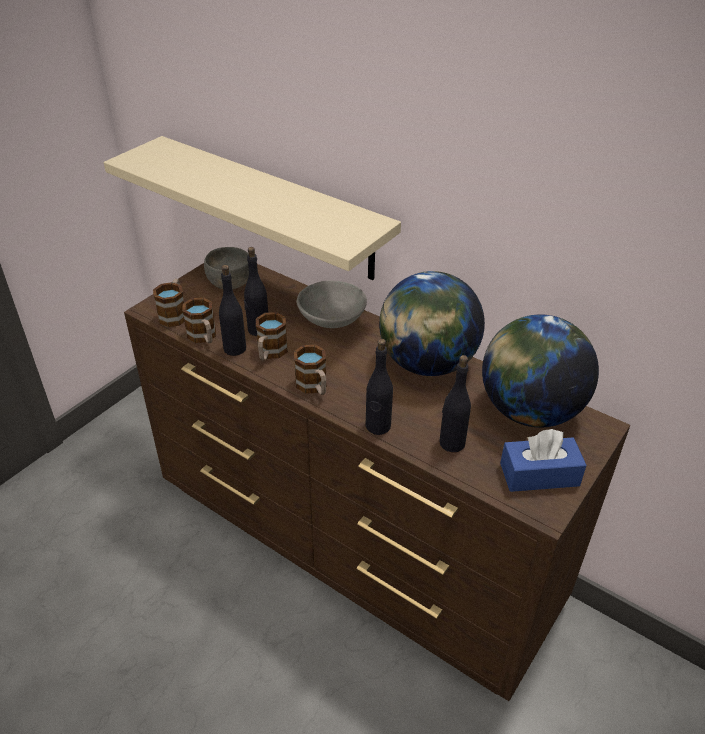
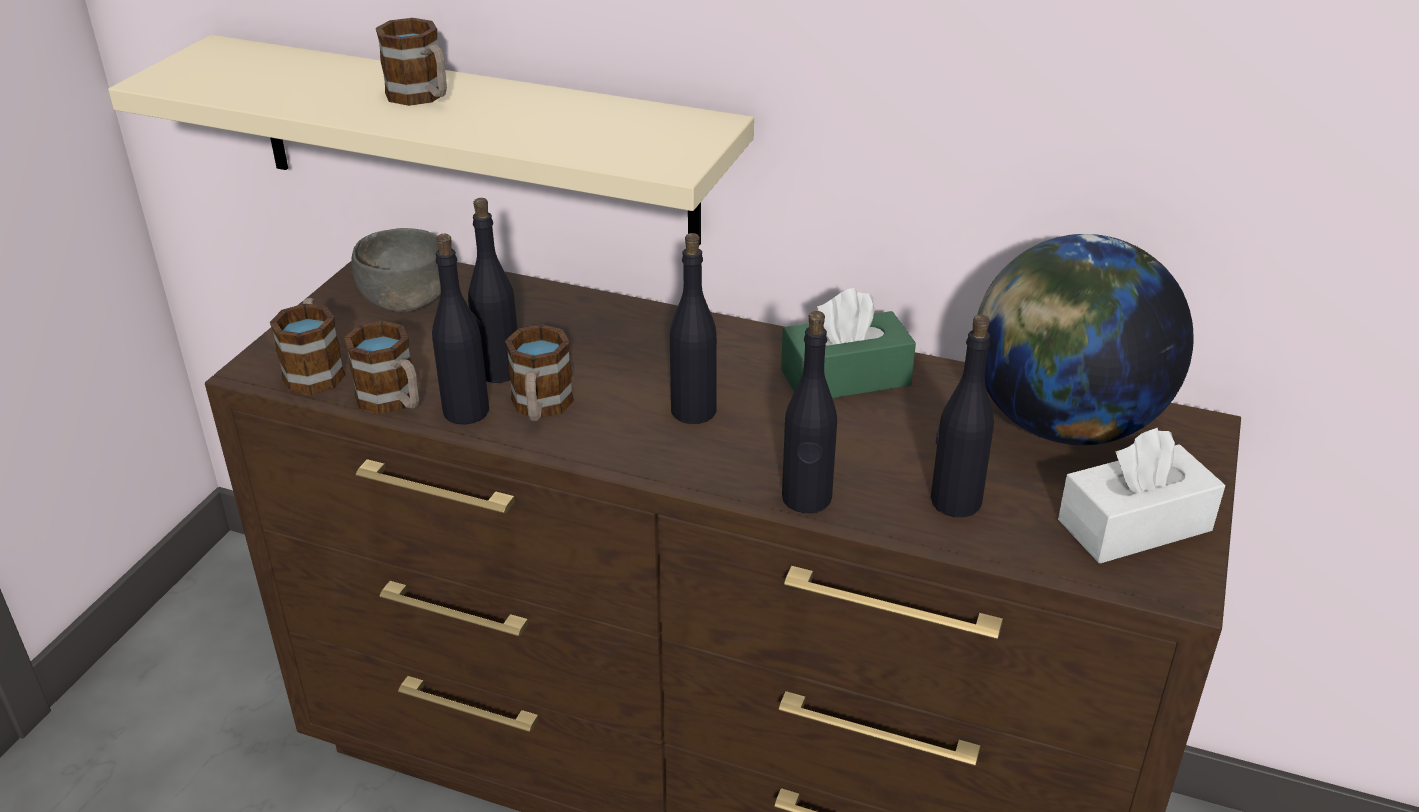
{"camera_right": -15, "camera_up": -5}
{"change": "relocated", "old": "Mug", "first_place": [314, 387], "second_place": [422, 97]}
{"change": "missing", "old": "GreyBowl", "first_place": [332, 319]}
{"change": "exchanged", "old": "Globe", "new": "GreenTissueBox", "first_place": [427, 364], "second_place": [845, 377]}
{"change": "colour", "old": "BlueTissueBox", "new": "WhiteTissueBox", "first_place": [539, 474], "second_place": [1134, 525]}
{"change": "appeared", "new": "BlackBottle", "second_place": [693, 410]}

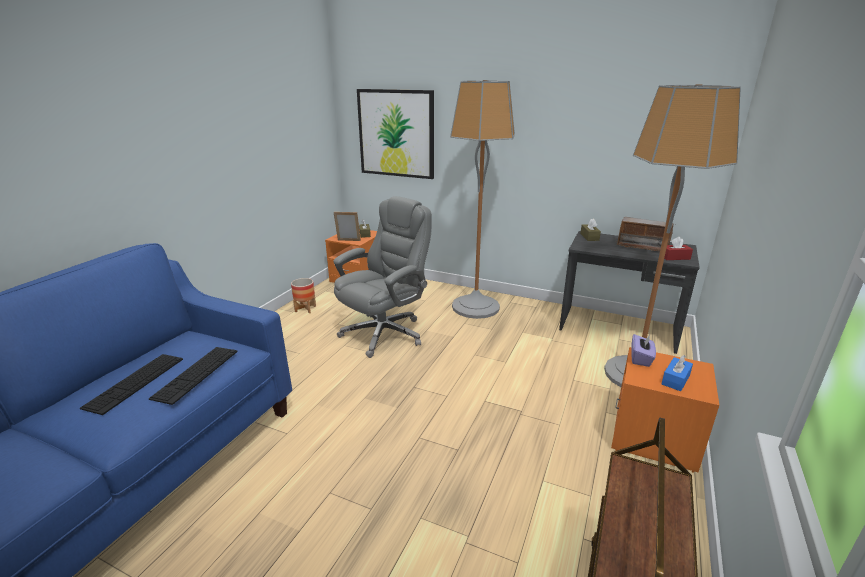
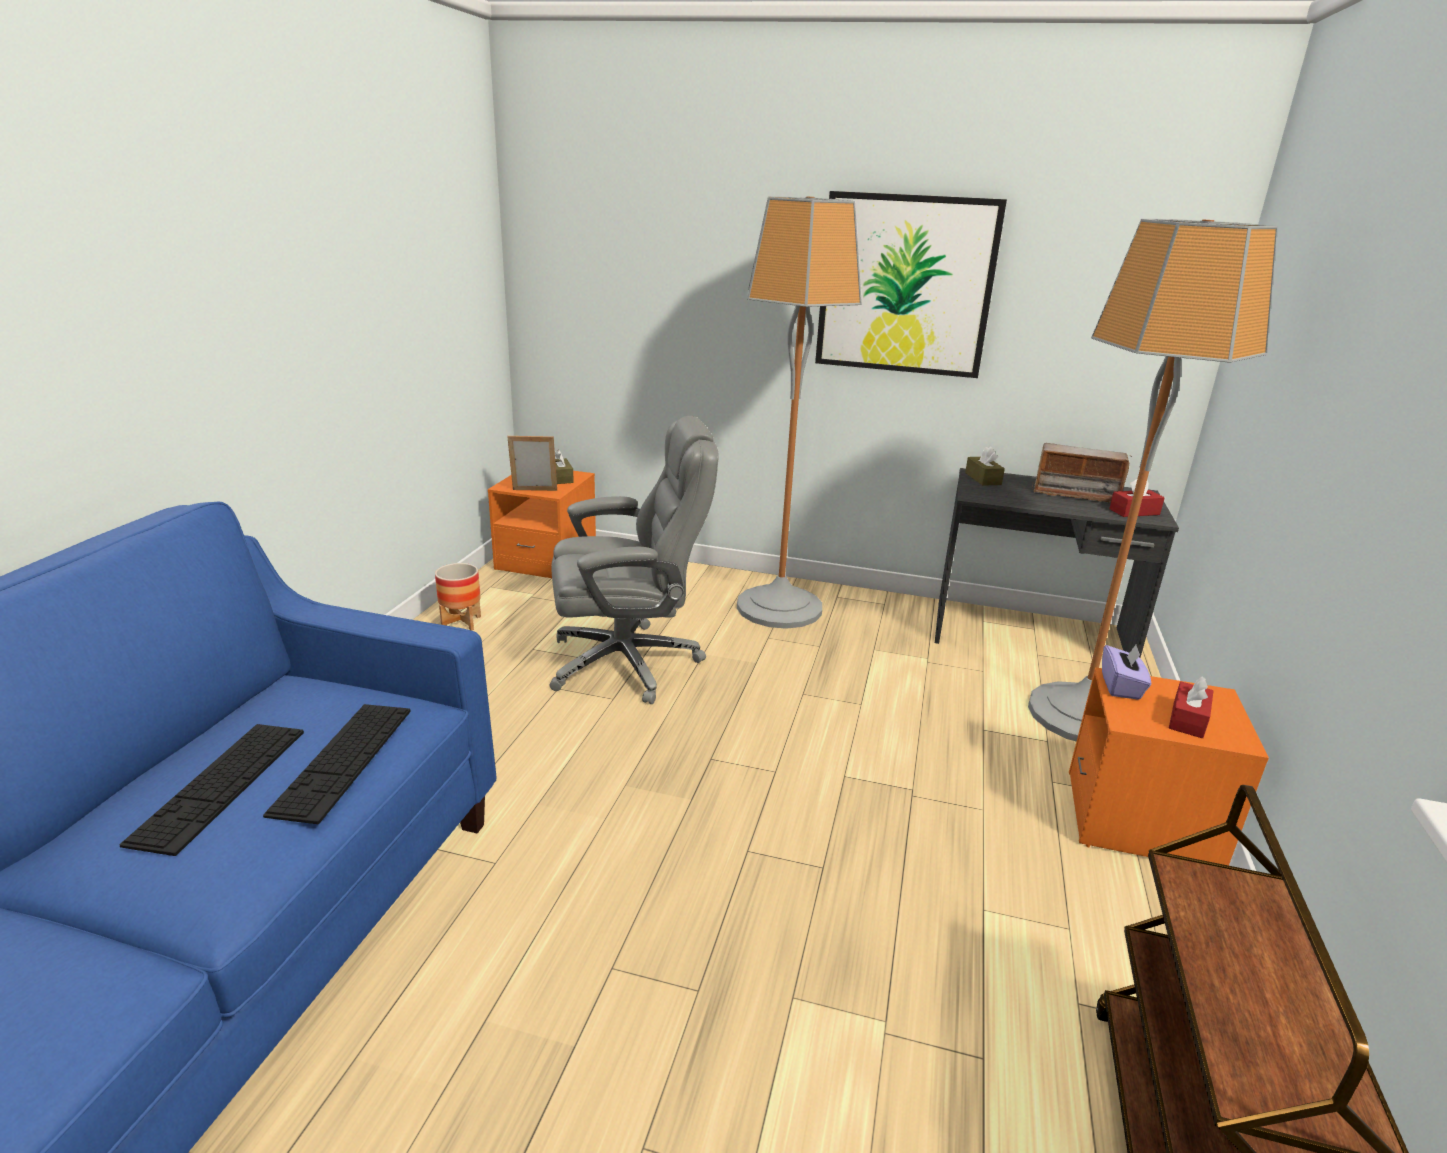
{"camera_right": -10, "camera_up": 0}
{"change": "spun", "old": "GreyOfficeChair", "first_place": [385, 333], "second_place": [628, 662], "degrees": 45}
{"change": "relocated", "old": "Picture", "first_place": [396, 133], "second_place": [905, 285]}
{"change": "colour", "old": "BlueTissueBox", "new": "RedTissueBox", "first_place": [675, 380], "second_place": [1187, 719]}

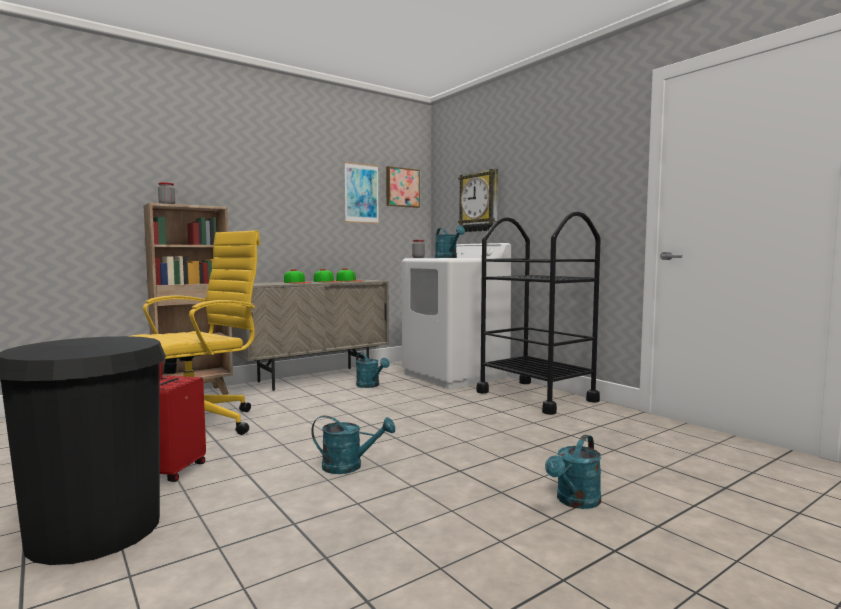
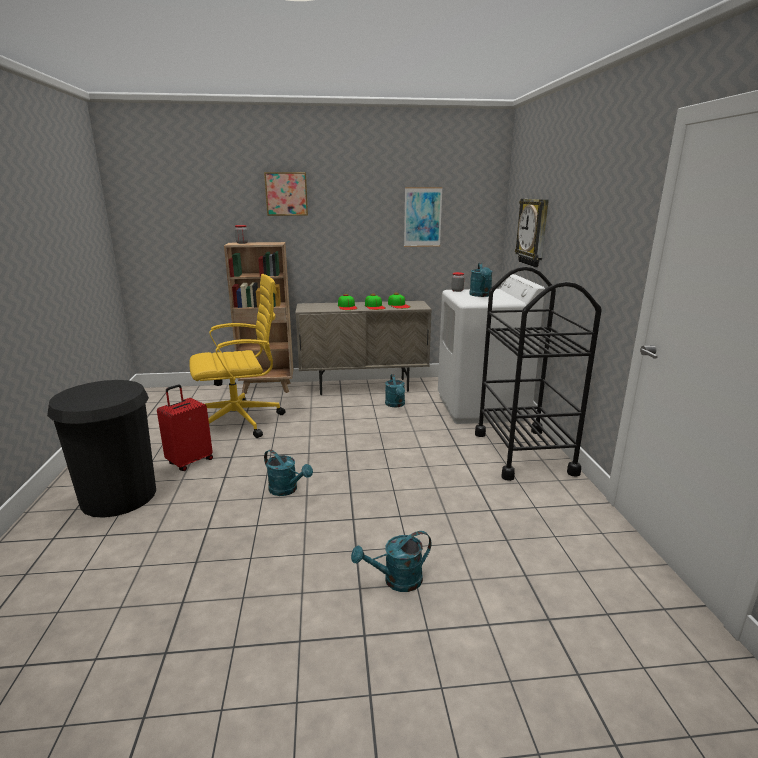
{"camera_right": 30, "camera_up": 15}
{"change": "relocated", "old": "Picture", "first_place": [402, 187], "second_place": [286, 194]}

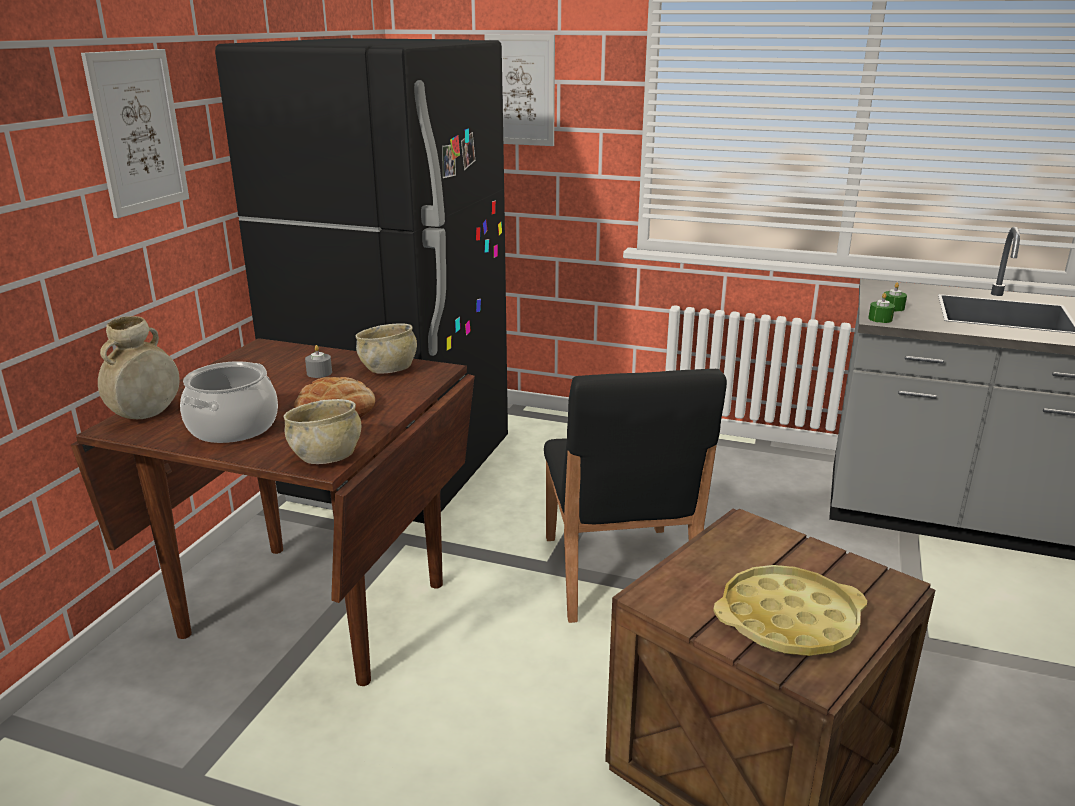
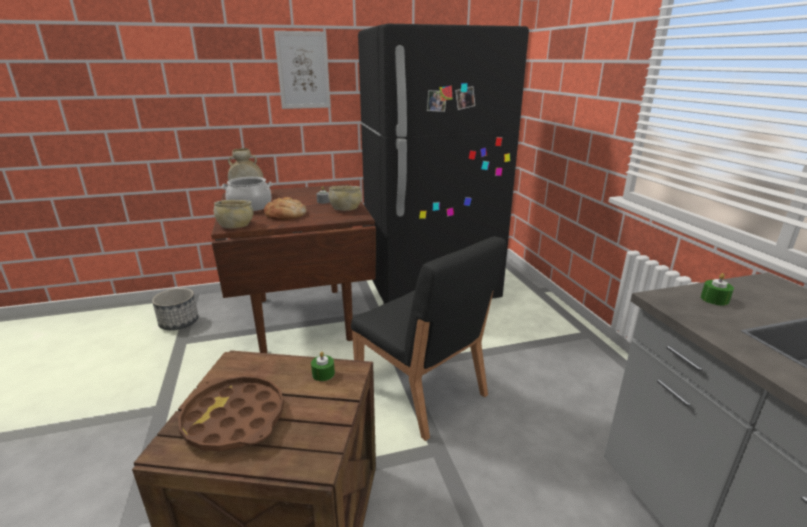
{"camera_right": 55, "camera_up": 0}
{"change": "missing", "old": "Picture", "first_place": [520, 90]}
{"change": "spun", "old": "BlackChair", "first_place": [618, 573], "second_place": [421, 392], "degrees": -90}
{"change": "colour", "old": "YellowTray", "new": "BrownTray", "first_place": [788, 620], "second_place": [234, 419]}
{"change": "relocated", "old": "GreenCandle", "first_place": [880, 319], "second_place": [323, 374]}
{"change": "appeared", "new": "Planter", "second_place": [179, 322]}

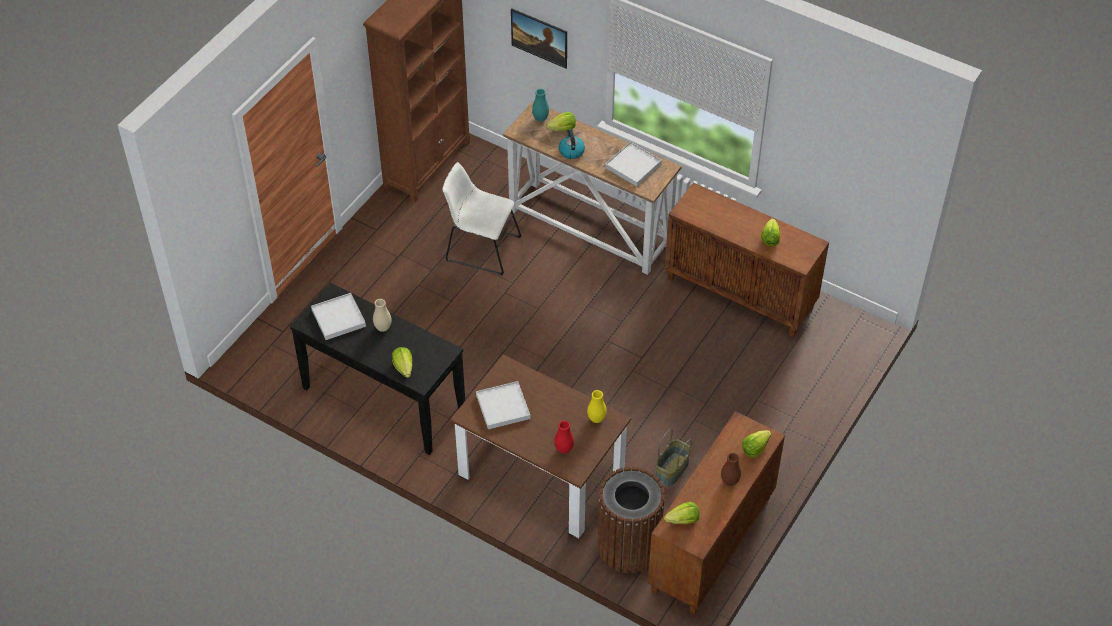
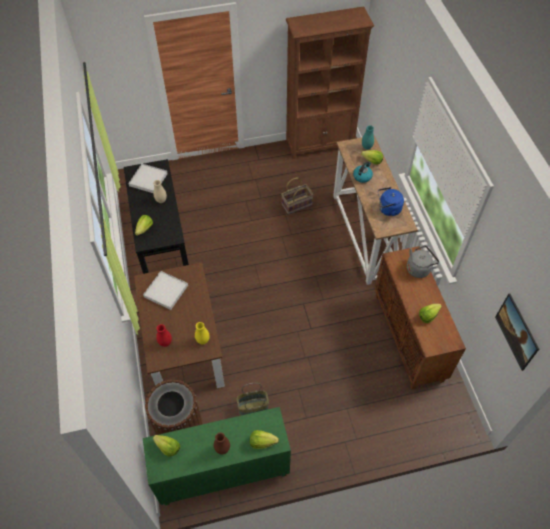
{"camera_right": 45, "camera_up": 5}
{"change": "exchanged", "old": "WhiteChair", "new": "Basket", "first_place": [480, 247], "second_place": [297, 204]}
{"change": "relocated", "old": "Picture", "first_place": [539, 47], "second_place": [513, 337]}
{"change": "exchanged", "old": "WhiteTray", "new": "BlueKettle", "first_place": [633, 166], "second_place": [388, 209]}
{"change": "colour", "old": "BrownCabinet", "new": "GreenCabinet", "first_place": [712, 545], "second_place": [222, 473]}
{"change": "appeared", "new": "GreyKettle", "second_place": [419, 268]}

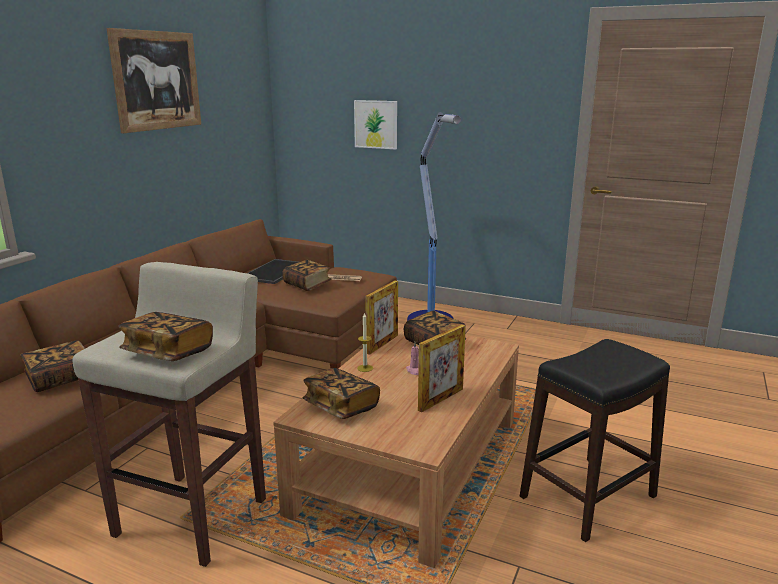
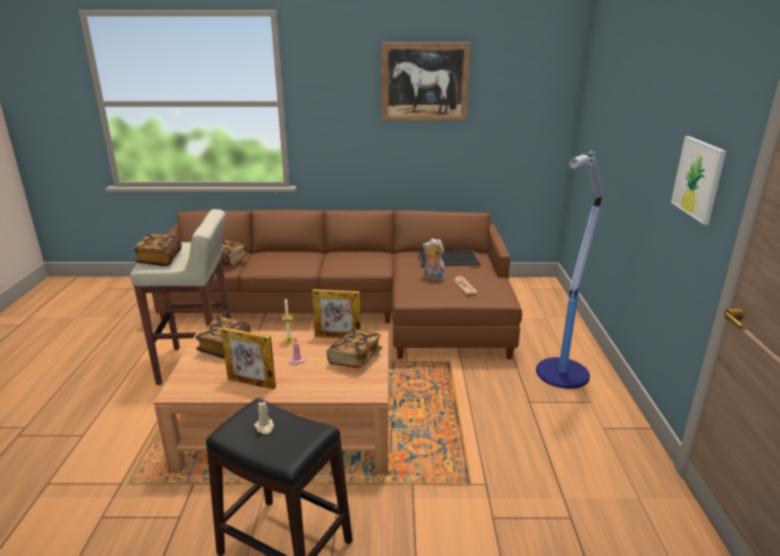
{"camera_right": 65, "camera_up": 5}
{"change": "exchanged", "old": "Book", "new": "PlushToy", "first_place": [307, 285], "second_place": [433, 277]}
{"change": "relocated", "old": "Picture", "first_place": [376, 124], "second_place": [698, 179]}
{"change": "appeared", "new": "BeigeCandle", "second_place": [264, 427]}

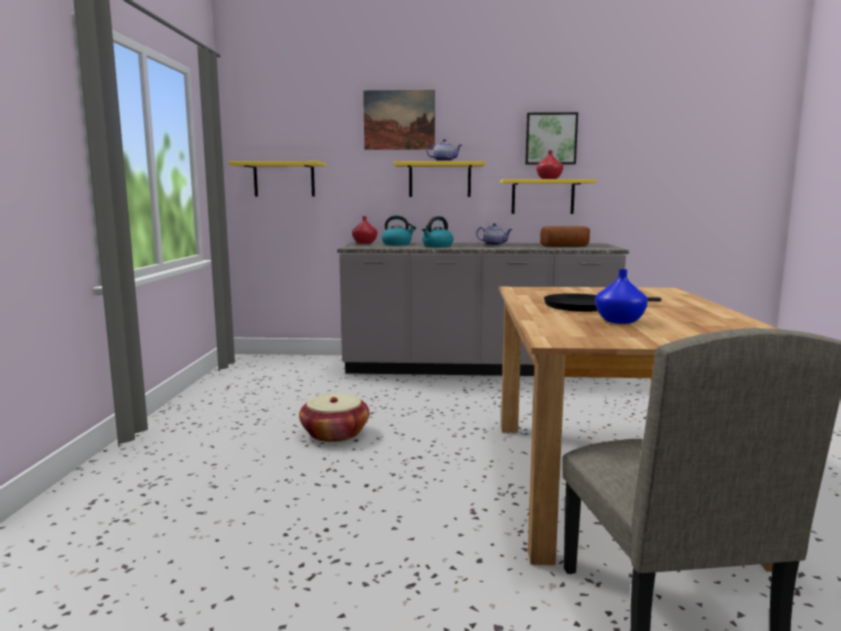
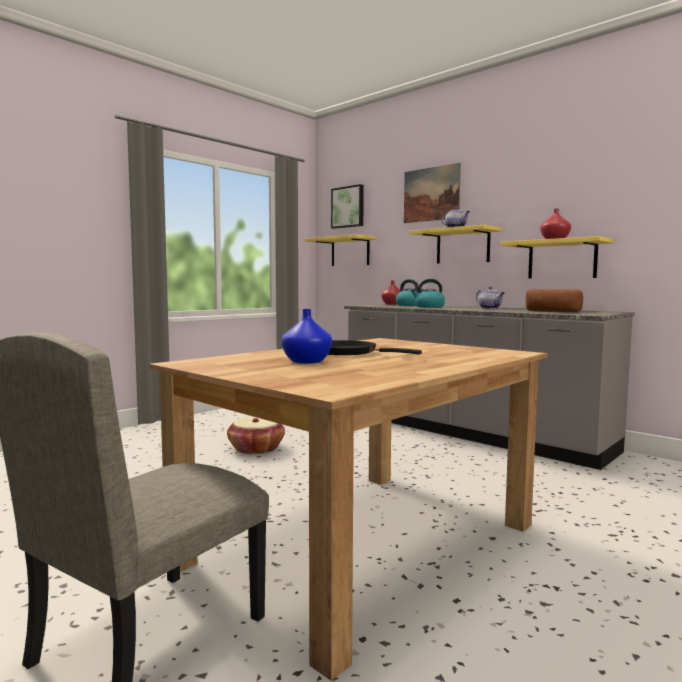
{"camera_right": 40, "camera_up": -5}
{"change": "relocated", "old": "Picture", "first_place": [550, 139], "second_place": [348, 207]}

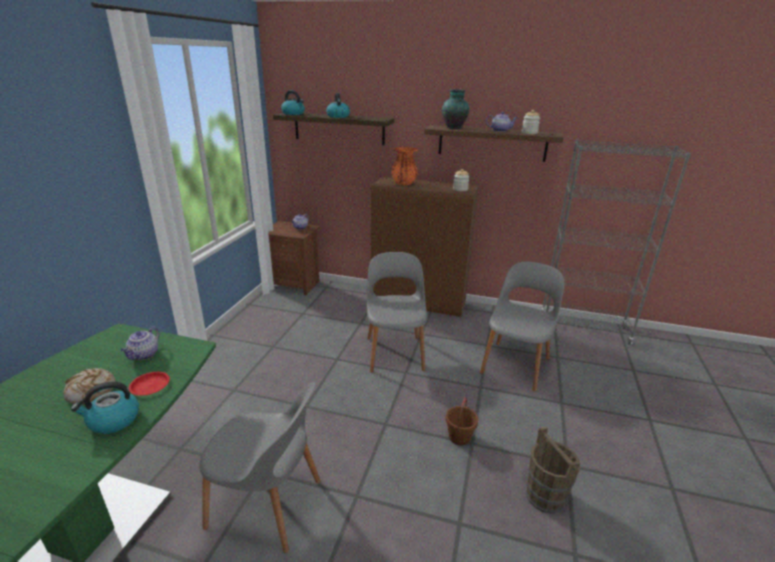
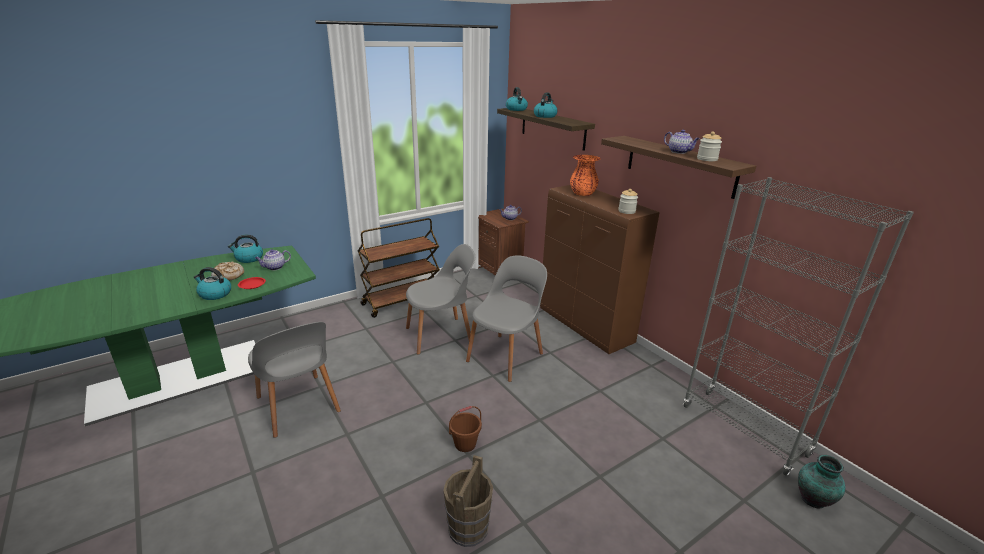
{"camera_right": 40, "camera_up": 0}
{"change": "relocated", "old": "Vase", "first_place": [454, 127], "second_place": [814, 500]}
{"change": "relocated", "old": "GreyChair", "first_place": [516, 364], "second_place": [441, 335]}
{"change": "appeared", "new": "Kettle", "second_place": [249, 258]}
{"change": "appeared", "new": "BrownCart", "second_place": [402, 301]}

